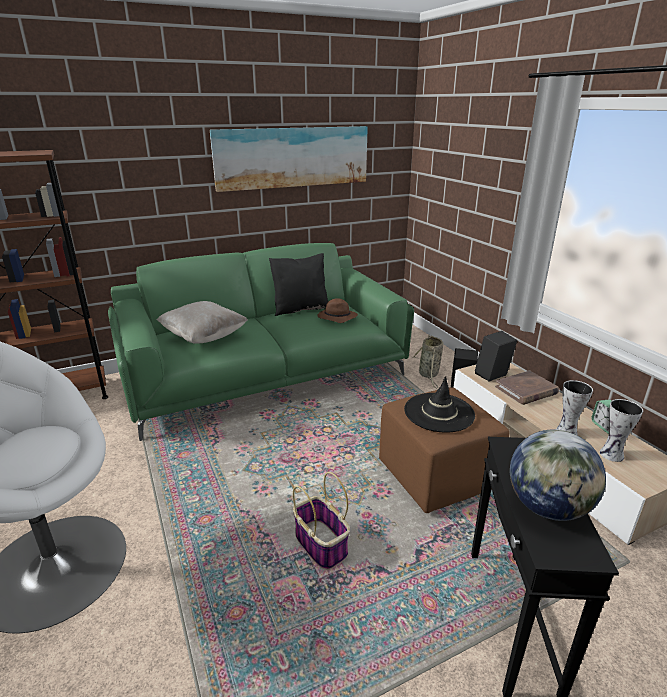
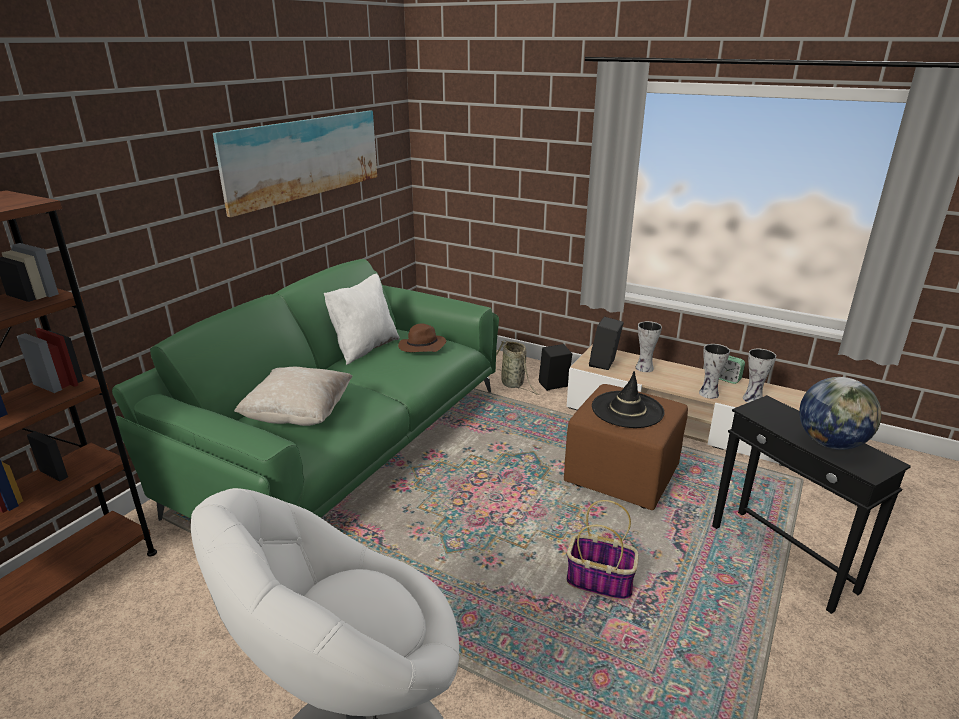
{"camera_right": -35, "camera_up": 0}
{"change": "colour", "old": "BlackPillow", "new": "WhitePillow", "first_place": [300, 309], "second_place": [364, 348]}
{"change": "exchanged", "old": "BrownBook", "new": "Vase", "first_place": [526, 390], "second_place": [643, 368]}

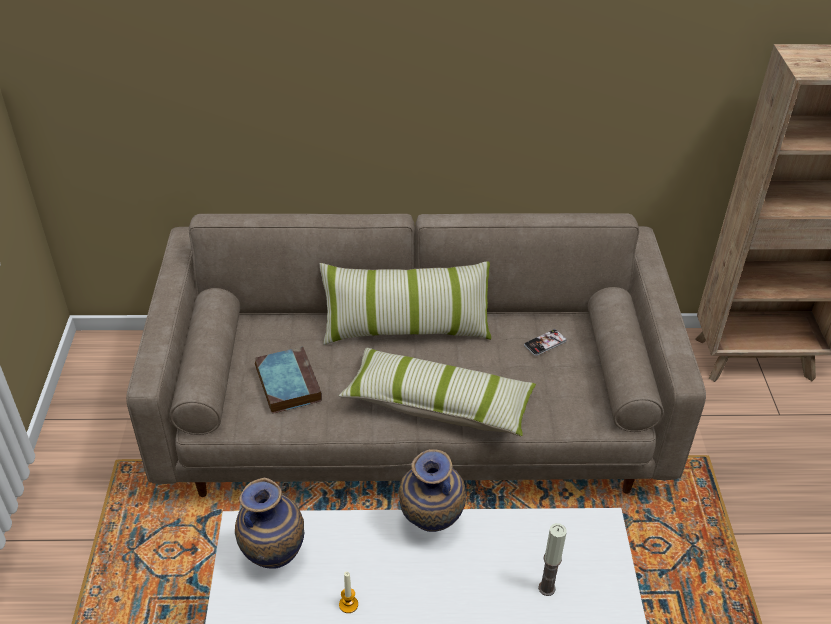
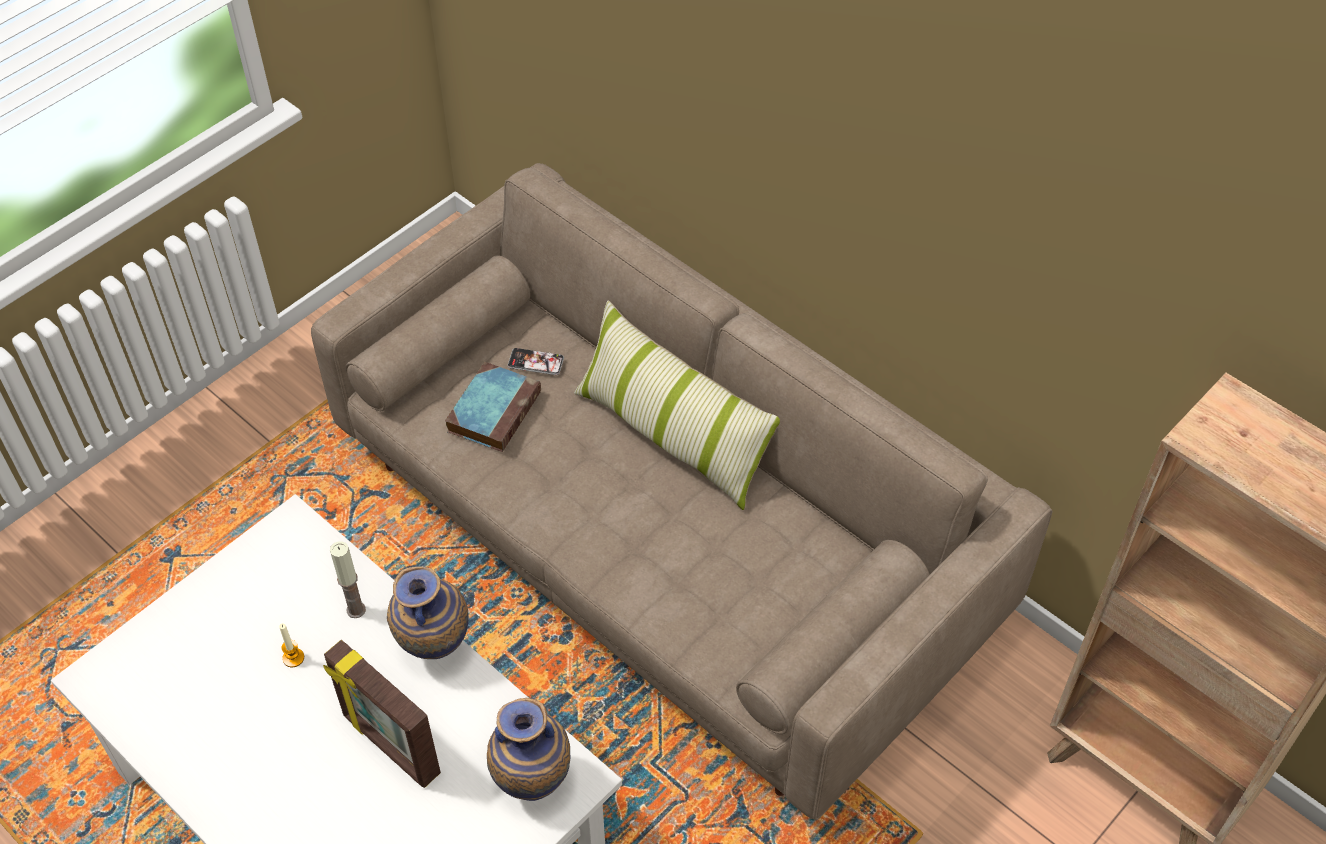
{"camera_right": 45, "camera_up": 10}
{"change": "relocated", "old": "Vase", "first_place": [274, 559], "second_place": [533, 782]}
{"change": "missing", "old": "Pillow", "first_place": [438, 405]}
{"change": "relocated", "old": "Phone", "first_place": [545, 343], "second_place": [535, 362]}
{"change": "relocated", "old": "Candle", "first_place": [547, 588], "second_place": [356, 610]}
{"change": "appeared", "new": "PictureFrame", "second_place": [390, 745]}

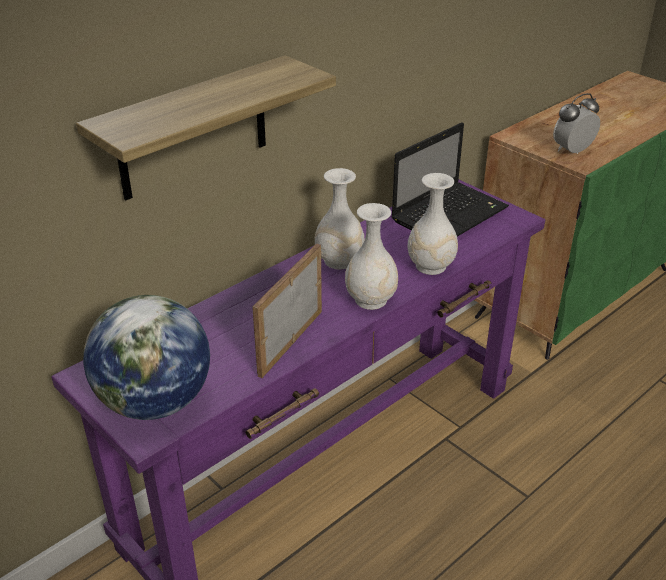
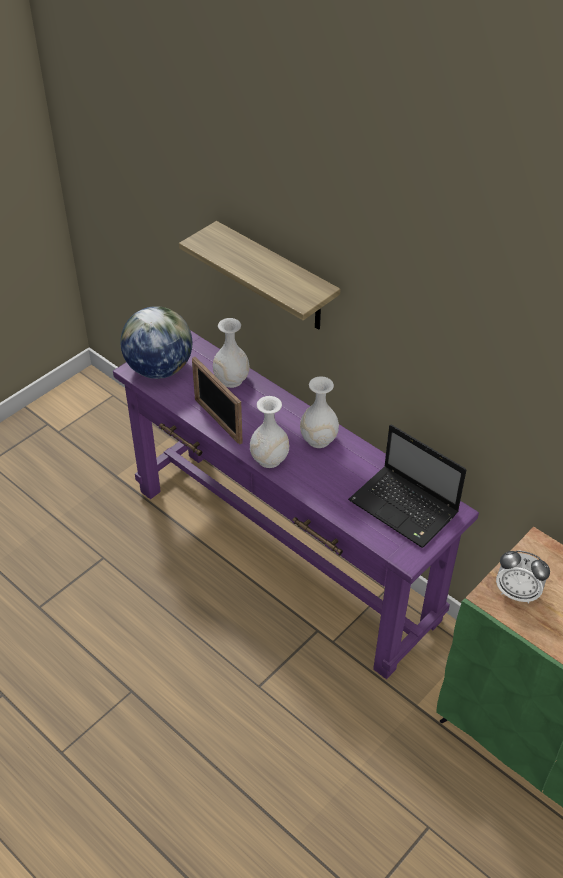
{"camera_right": 85, "camera_up": 10}
{"change": "spun", "old": "PictureFrame", "first_place": [290, 342], "second_place": [217, 421], "degrees": -150}
{"change": "relocated", "old": "WhiteVase", "first_place": [430, 266], "second_place": [231, 379]}
{"change": "spun", "old": "AlarmClock", "first_place": [572, 151], "second_place": [517, 593], "degrees": 150}

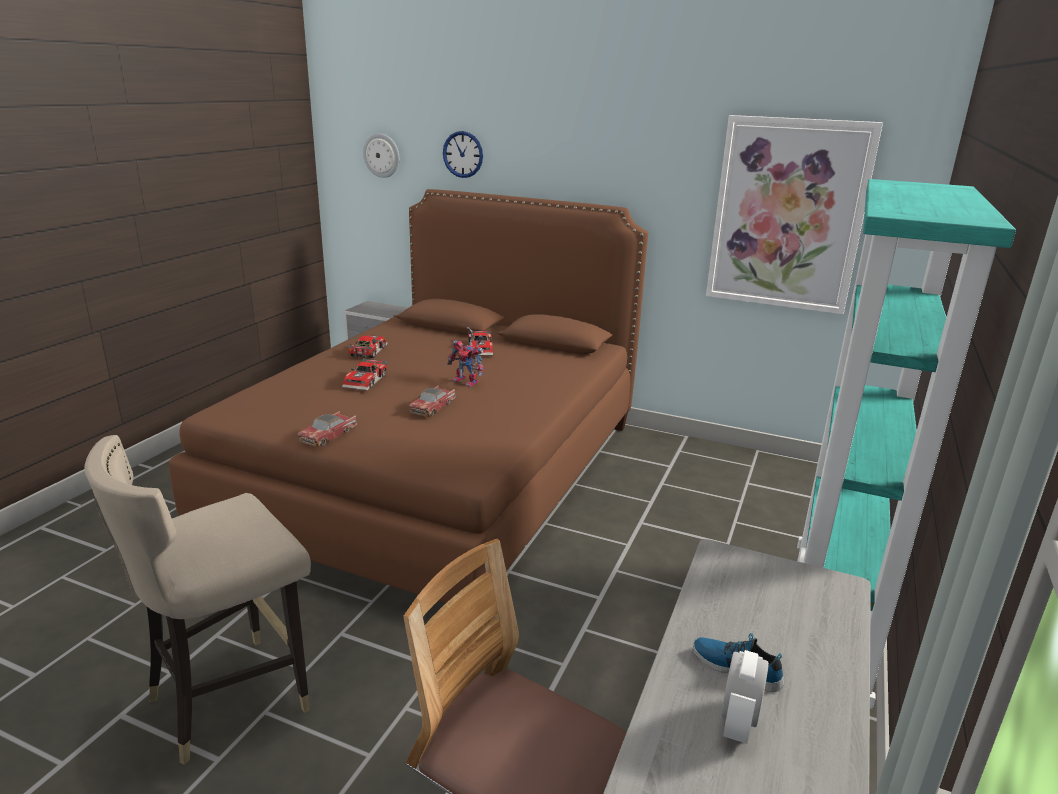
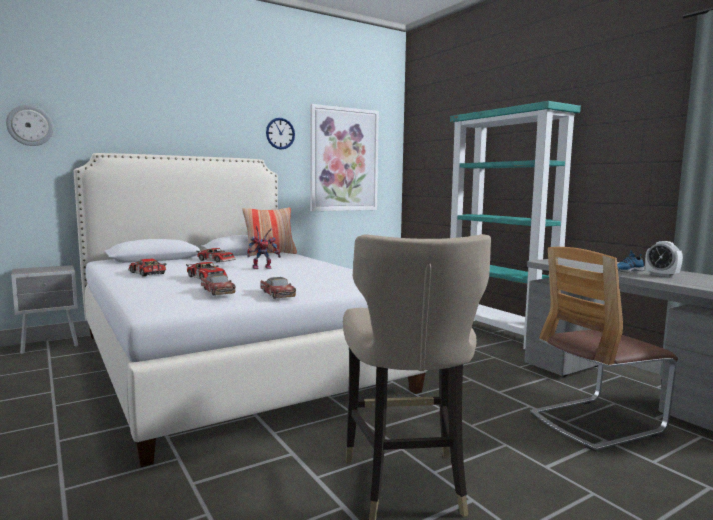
{"camera_right": -55, "camera_up": -15}
{"change": "colour", "old": "BrownBed", "new": "WhiteBed", "first_place": [440, 474], "second_place": [231, 360]}
{"change": "relocated", "old": "ToyCar", "first_place": [432, 407], "second_place": [217, 291]}
{"change": "relocated", "old": "WallClock", "first_place": [463, 154], "second_place": [280, 133]}
{"change": "appeared", "new": "Pillow", "second_place": [270, 254]}

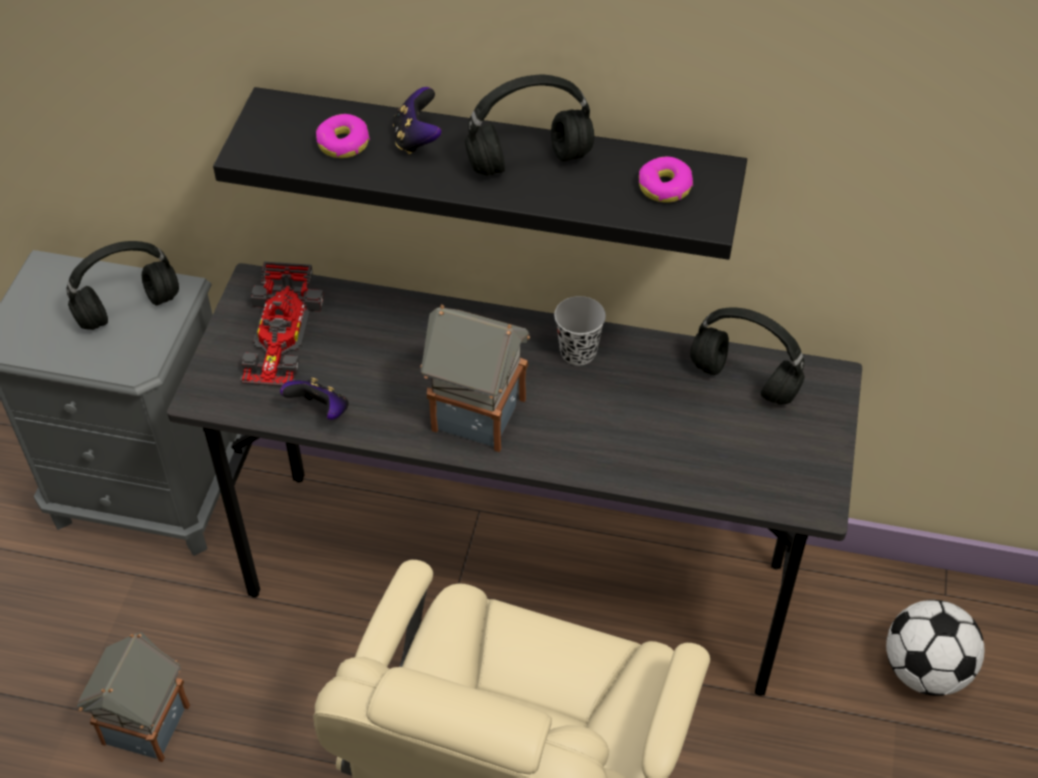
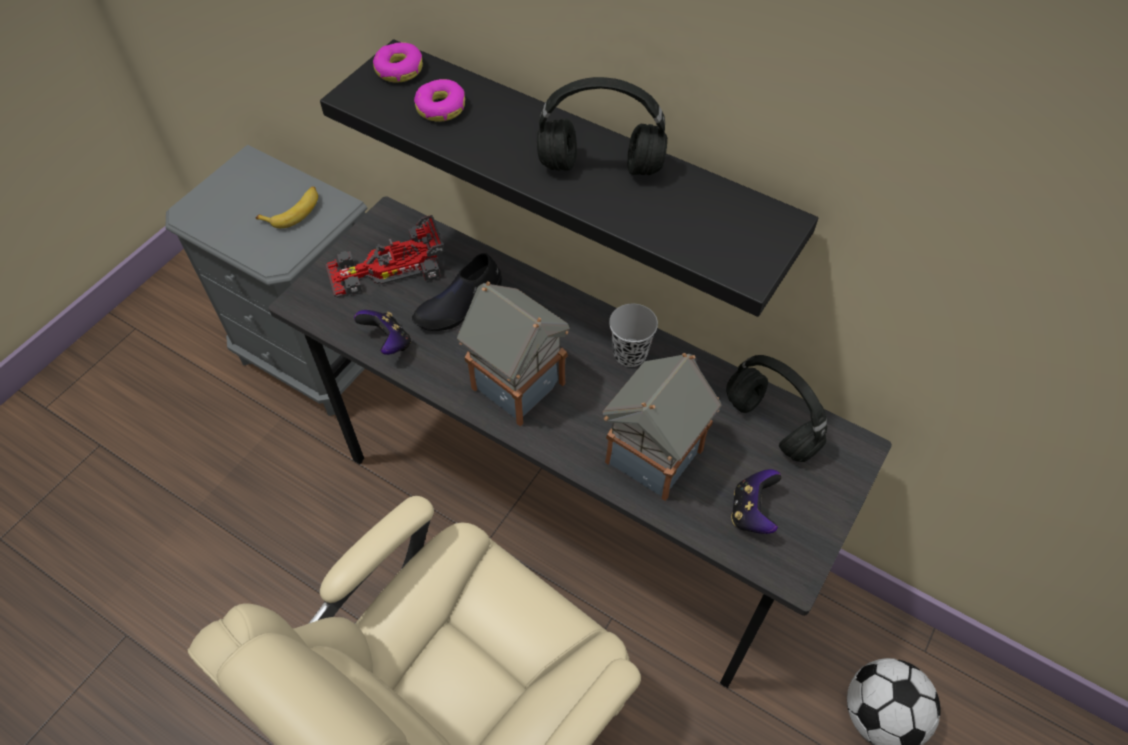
{"camera_right": 20, "camera_up": 5}
{"change": "exchanged", "old": "BlackHeadphones", "new": "Banana", "first_place": [130, 309], "second_place": [294, 211]}
{"change": "relocated", "old": "ToyHouse", "first_place": [146, 727], "second_place": [653, 459]}
{"change": "spun", "old": "ToyCar", "first_place": [280, 336], "second_place": [387, 267], "degrees": 45}
{"change": "relocated", "old": "GameController", "first_place": [417, 139], "second_place": [752, 512]}
{"change": "relocated", "old": "Donut", "first_place": [664, 187], "second_place": [399, 70]}
{"change": "appeared", "new": "BlackShoe", "second_place": [459, 304]}

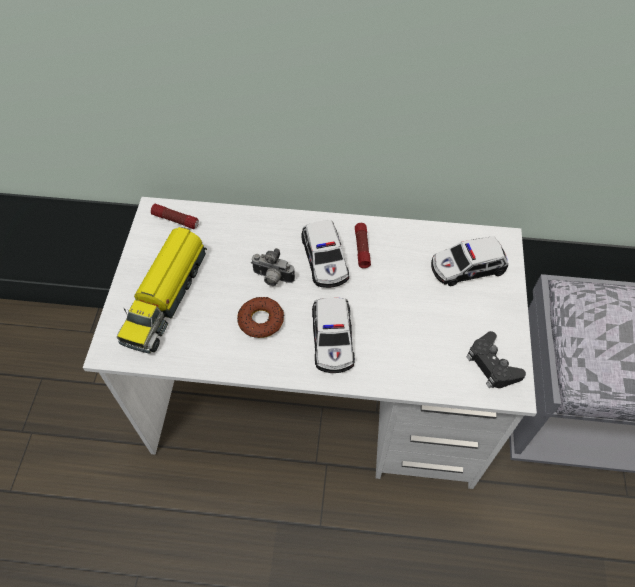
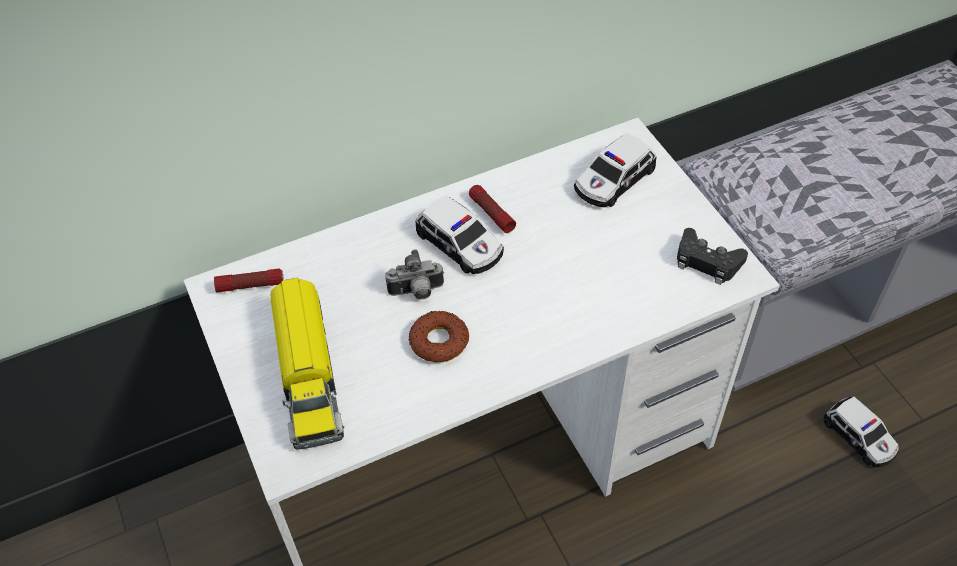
{"camera_right": -30, "camera_up": -5}
{"change": "relocated", "old": "ToyCar", "first_place": [332, 339], "second_place": [859, 436]}

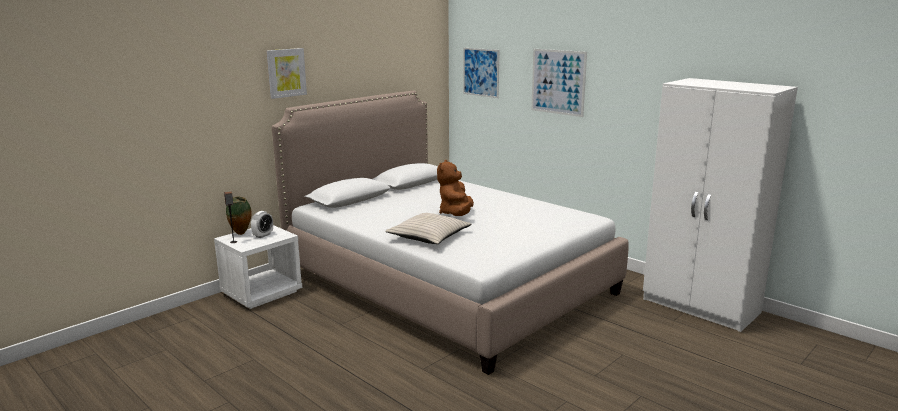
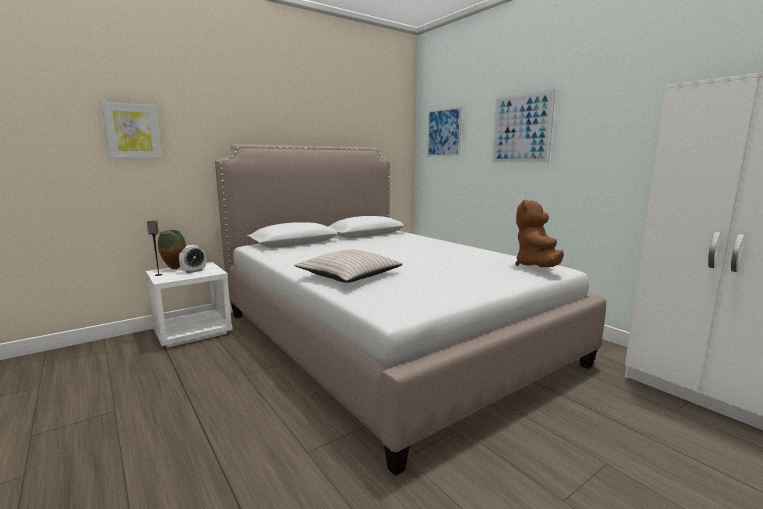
{"camera_right": 10, "camera_up": -5}
{"change": "relocated", "old": "Picture", "first_place": [286, 73], "second_place": [133, 131]}
{"change": "relocated", "old": "BrownPlushToy", "first_place": [456, 214], "second_place": [537, 267]}

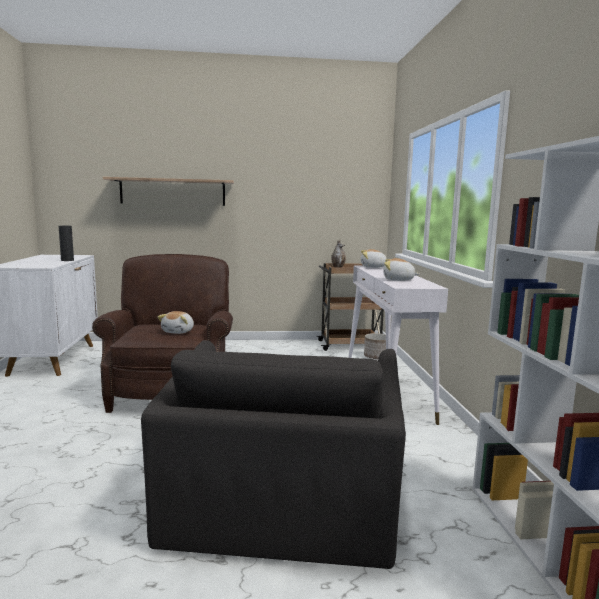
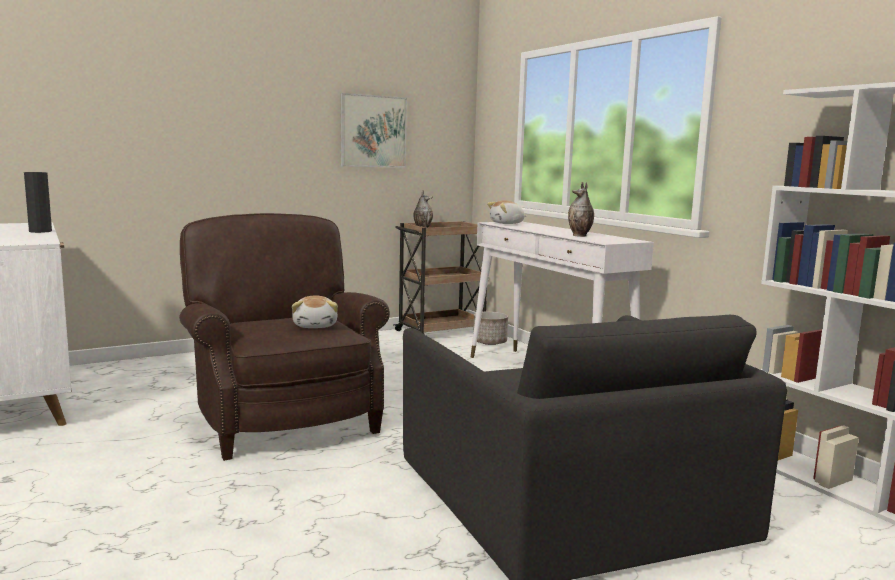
{"camera_right": -25, "camera_up": 0}
{"change": "missing", "old": "Shelf", "first_place": [173, 192]}
{"change": "exchanged", "old": "PlushToy", "new": "Vase", "first_place": [398, 280], "second_place": [580, 236]}
{"change": "appeared", "new": "Picture", "second_place": [373, 131]}

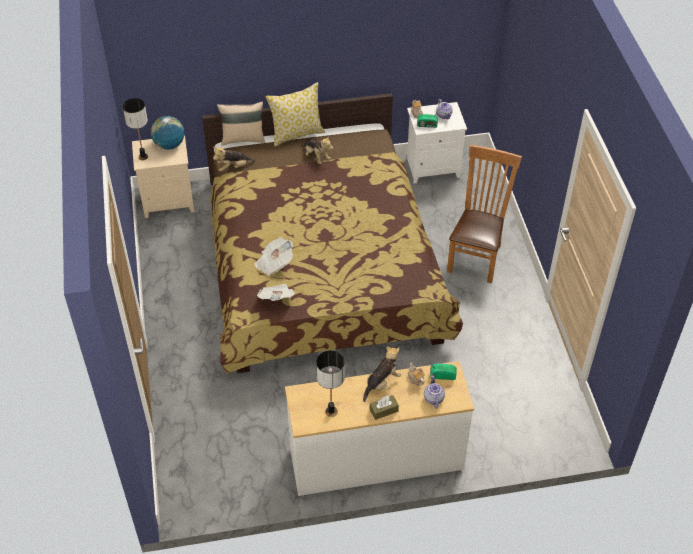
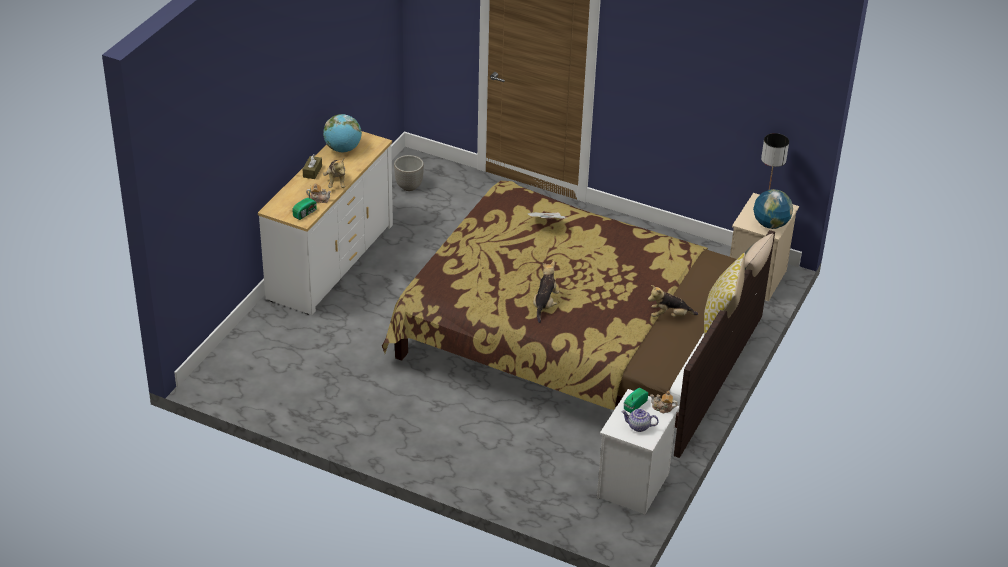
{"camera_right": 125, "camera_up": -10}
{"change": "relocated", "old": "PlushToy", "first_place": [233, 167], "second_place": [545, 305]}
{"change": "missing", "old": "Newspaper", "first_place": [277, 298]}
{"change": "exchanged", "old": "TableLamp", "new": "Globe", "first_place": [331, 411], "second_place": [343, 149]}
{"change": "missing", "old": "Teapot", "first_place": [433, 398]}
{"change": "missing", "old": "BrownChair", "first_place": [476, 256]}
{"change": "appeared", "new": "Planter", "second_place": [409, 186]}

